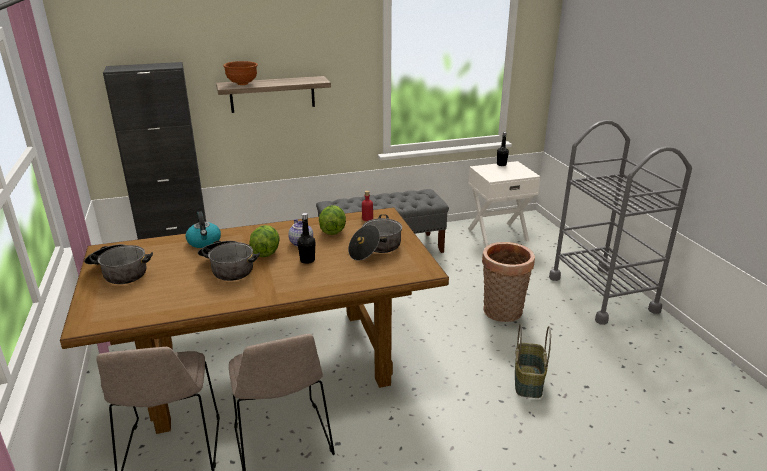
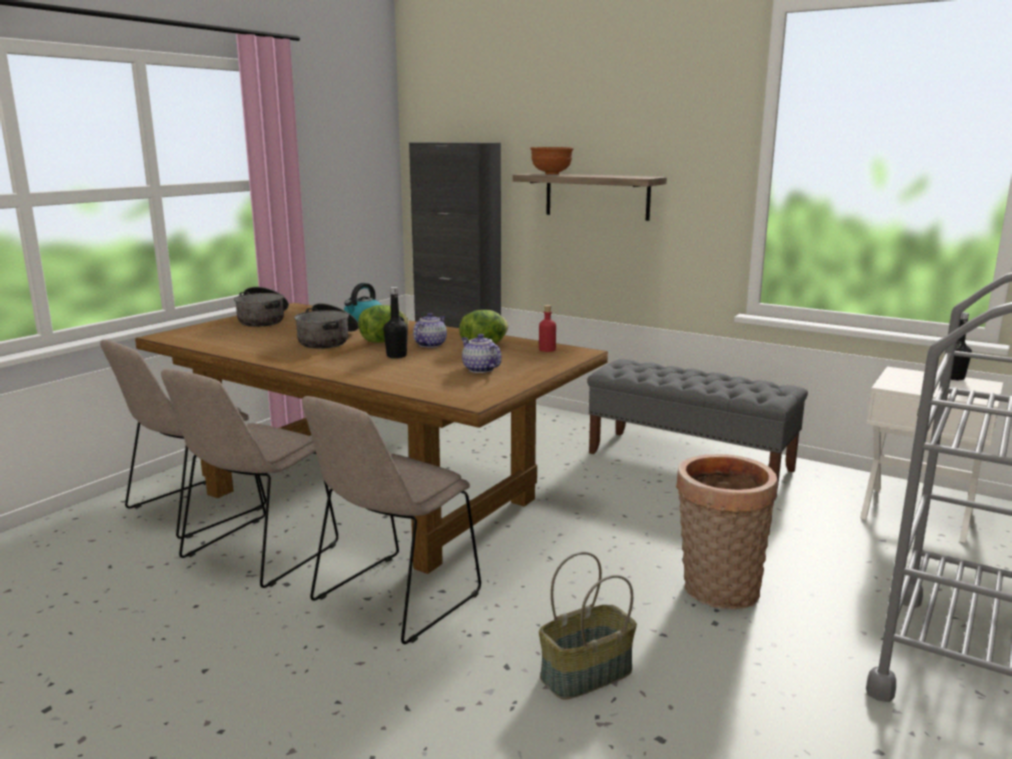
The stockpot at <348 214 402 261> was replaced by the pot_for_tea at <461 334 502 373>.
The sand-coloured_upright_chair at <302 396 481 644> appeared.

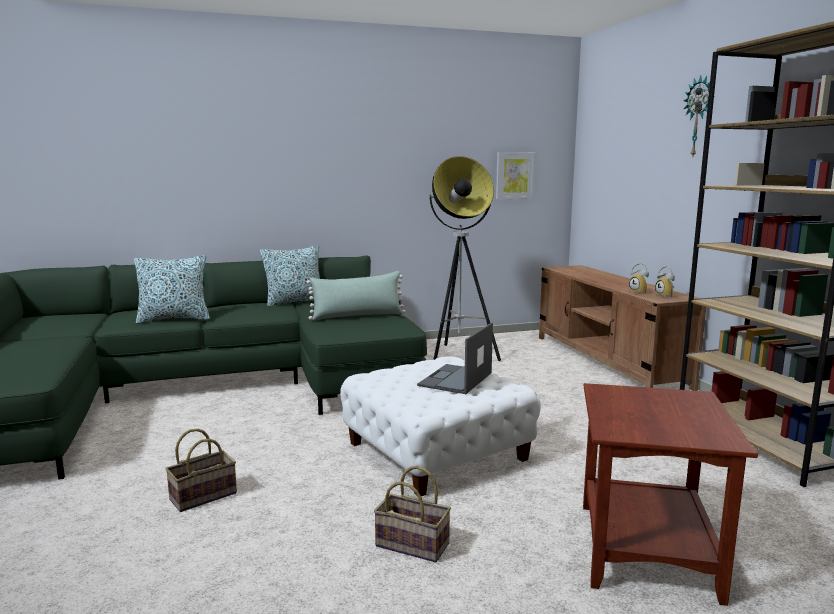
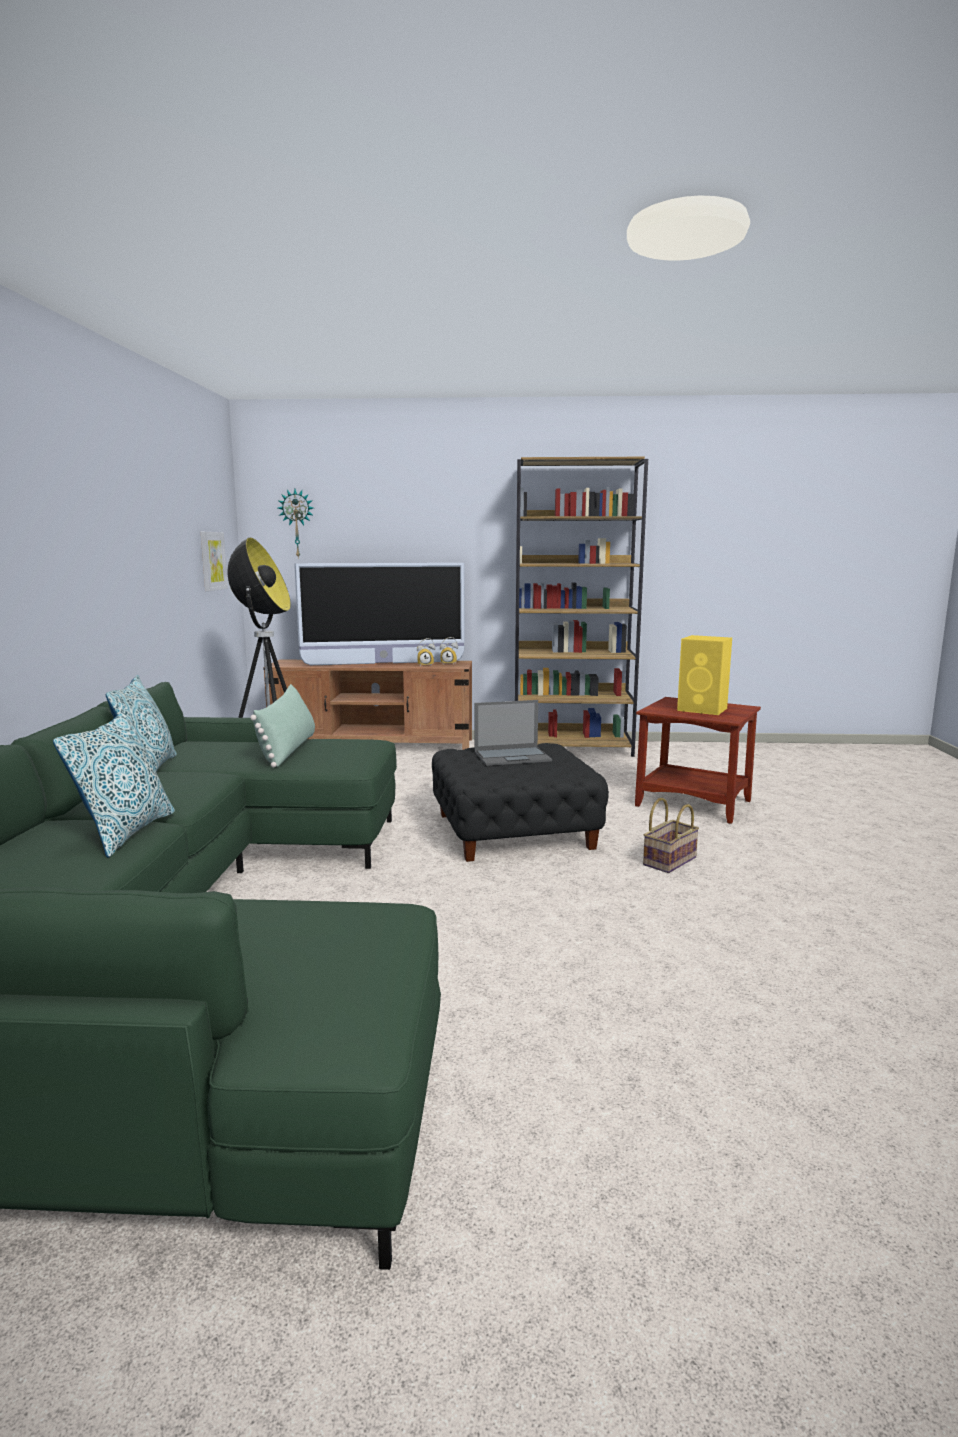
The wall_clock moved from <683 76 715 156> to <278 489 314 559>.
The notebook_computer at <417 323 493 394> turned 60 degrees counterclockwise.
The white-coloured_ottoman at <340 356 541 496> became the black-coloured_ottoman at <432 743 609 862>.
The basket at <165 428 237 512> disappeared.
The television at <294 563 465 665> appeared.
The yellowish_speaker at <677 635 732 715> appeared.

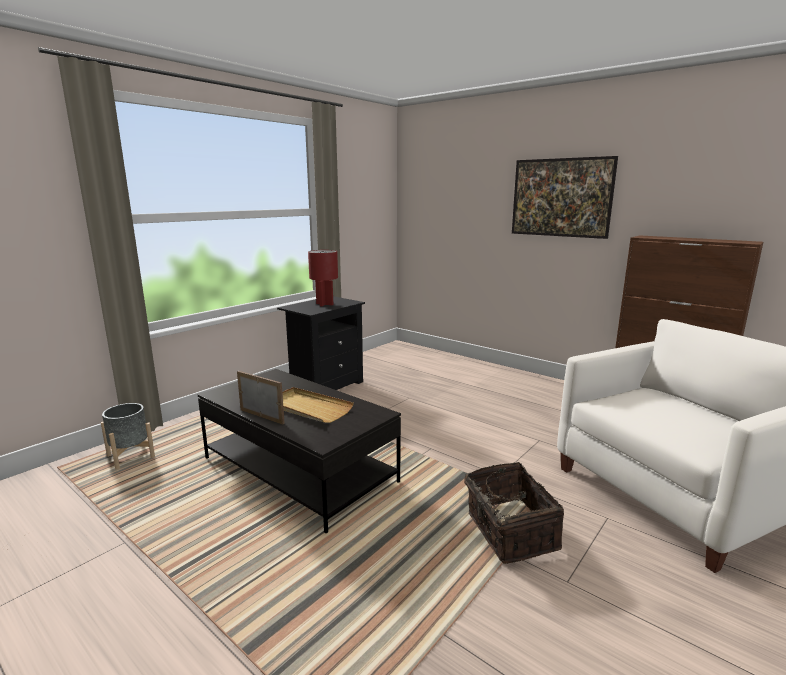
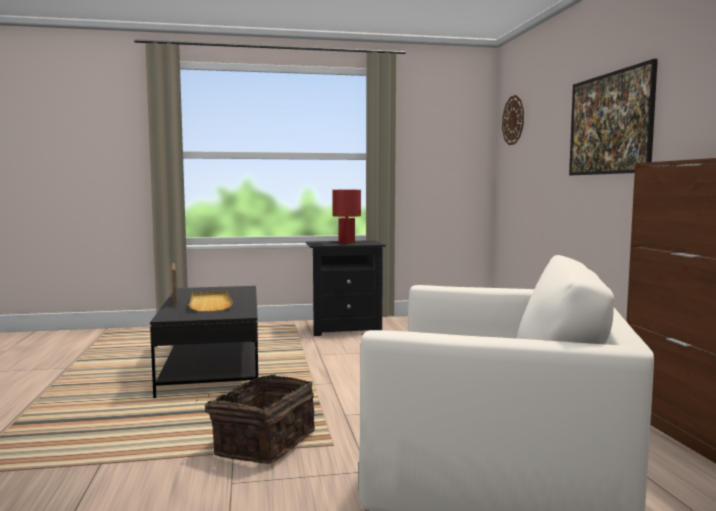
The grey_planter at <101 403 155 470> disappeared.
The wall_clock at <502 95 524 145> appeared.

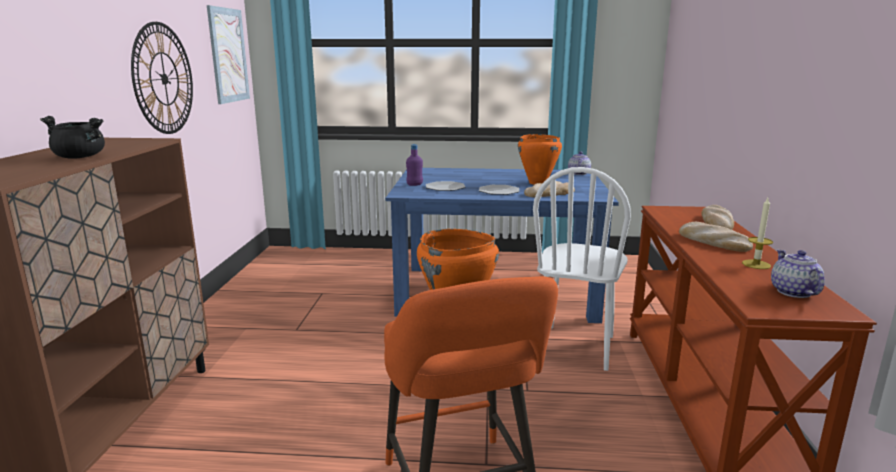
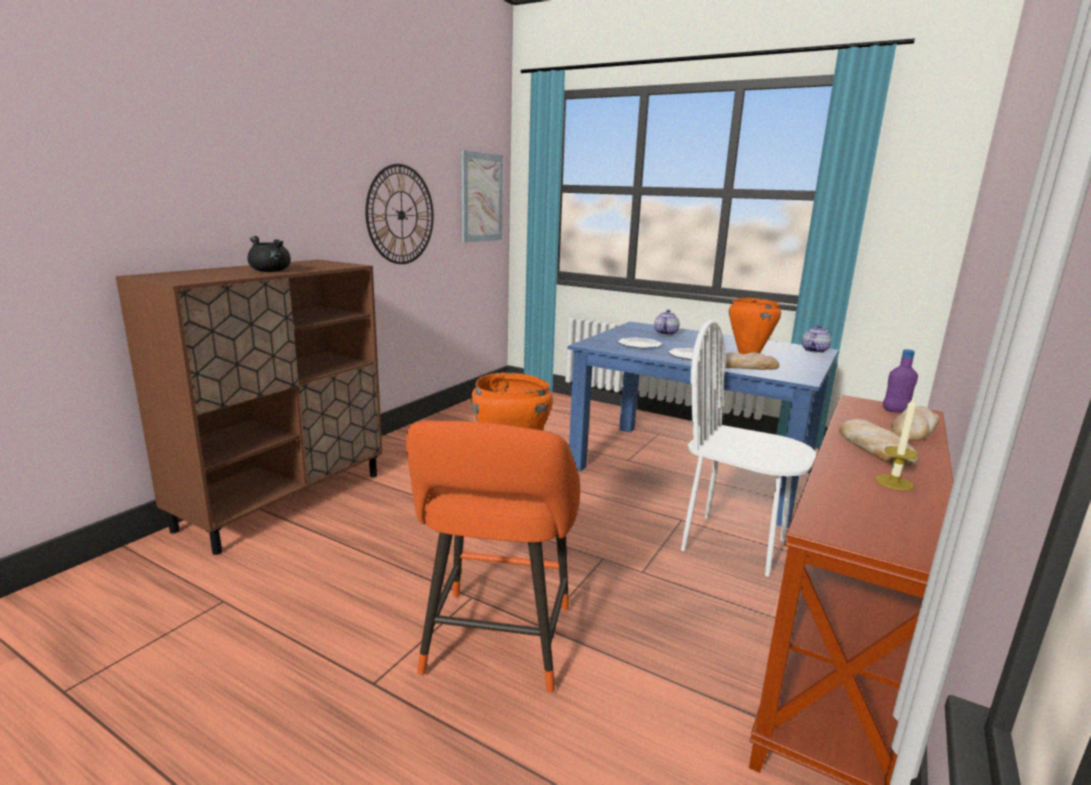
The purple-coloured_beverage_bottle moved from <406 144 423 186> to <883 349 918 413>.
The white-coloured_upright_chair at <533 167 631 371> turned 75 degrees clockwise.
The pot_for_tea moved from <771 250 825 298> to <654 310 679 335>.

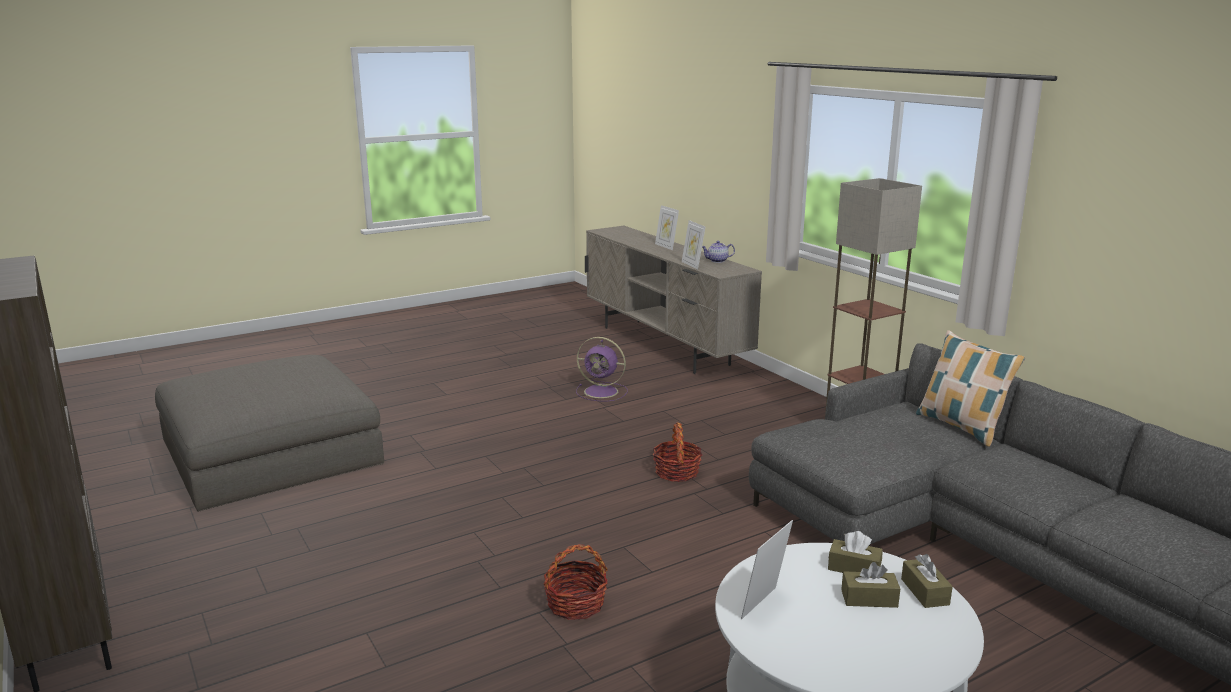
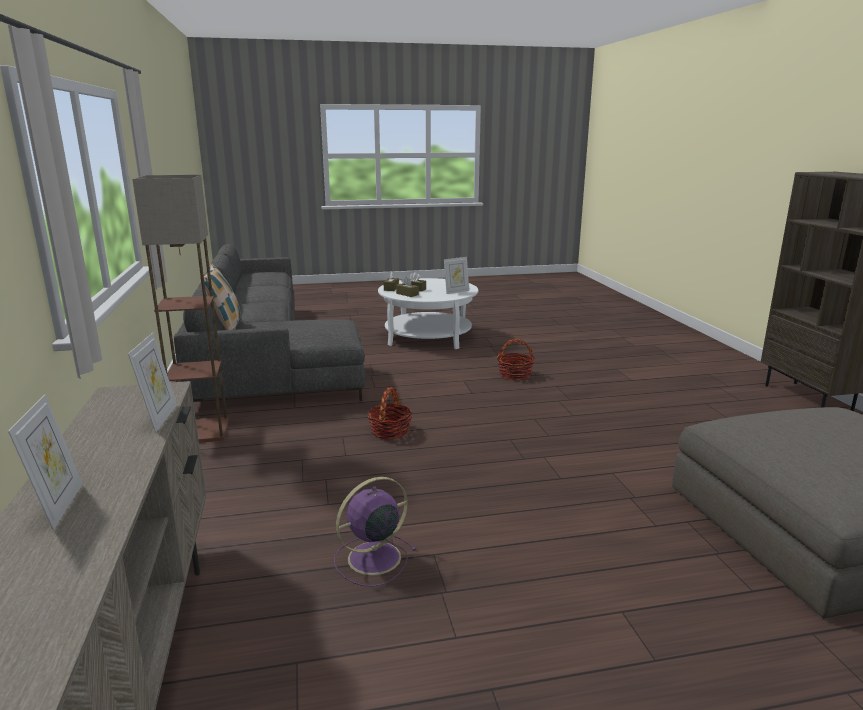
The pot_for_tea at <702 241 735 263> disappeared.
The purple-coloured_fan at <576 337 627 402> turned 75 degrees counterclockwise.

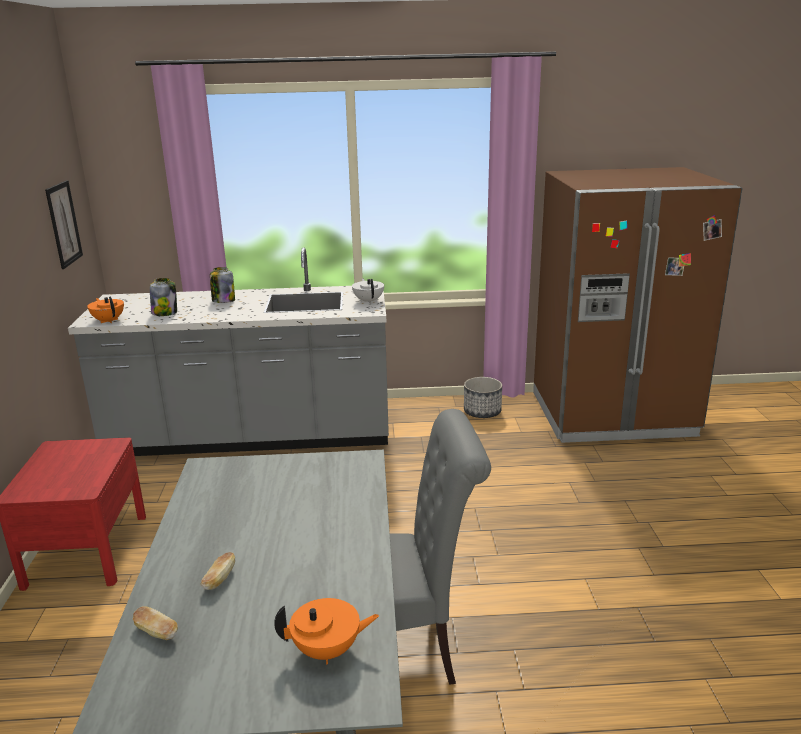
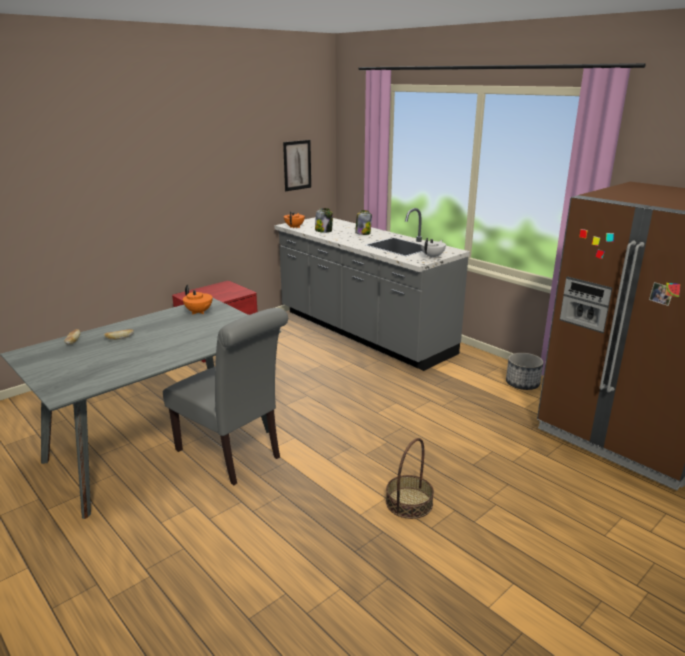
The orange_pot_for_tea moved from <274 598 379 664> to <183 285 213 314>.
The basket at <386 438 434 519> appeared.

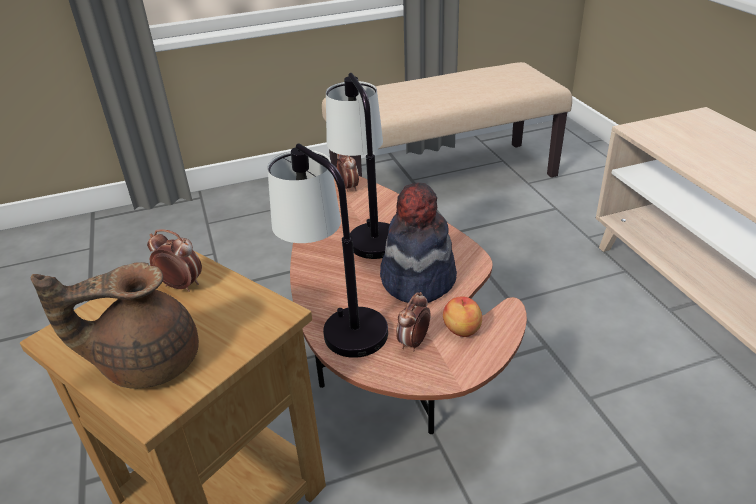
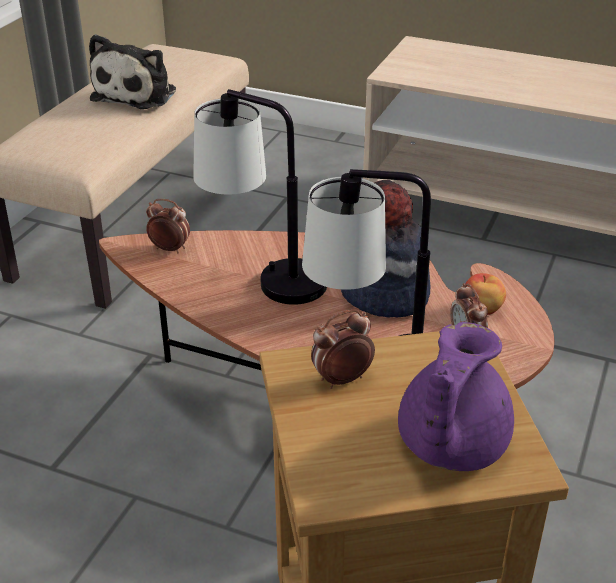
The brownish_pot_for_tea at <31 262 199 389> became the purple-coloured_pot_for_tea at <398 322 514 471>.
The soft_toy at <89 34 176 109> appeared.

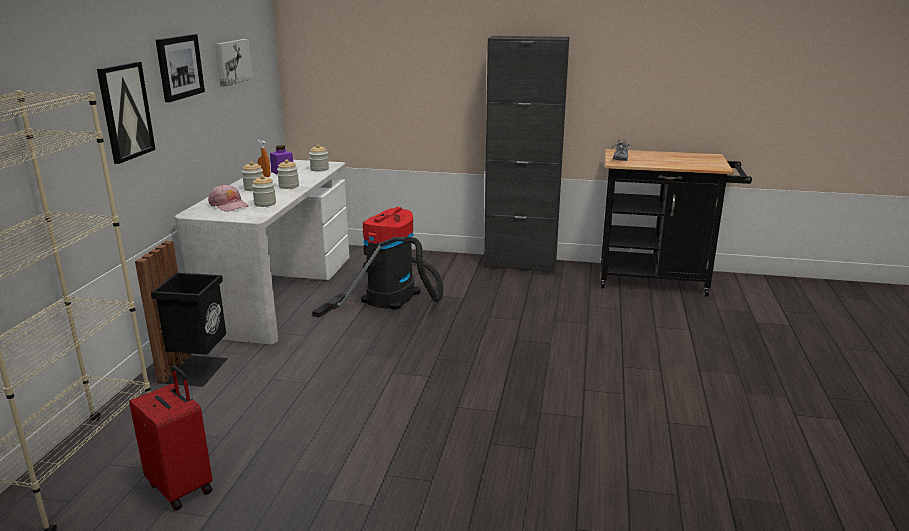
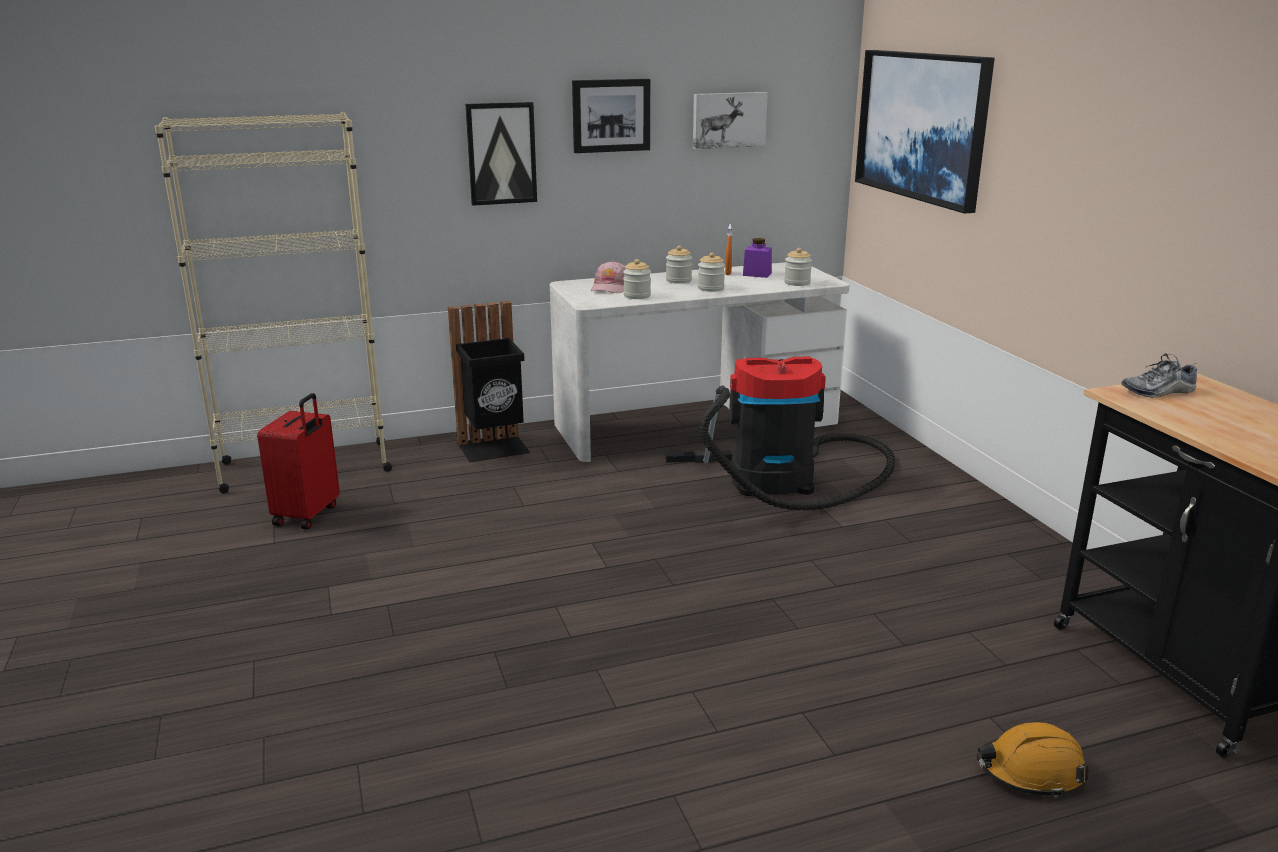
The black-coloured_cabinet at <484 36 569 273> disappeared.
The wall_art at <855 50 995 214> appeared.
The orange_safety_helmet at <977 722 1089 798> appeared.

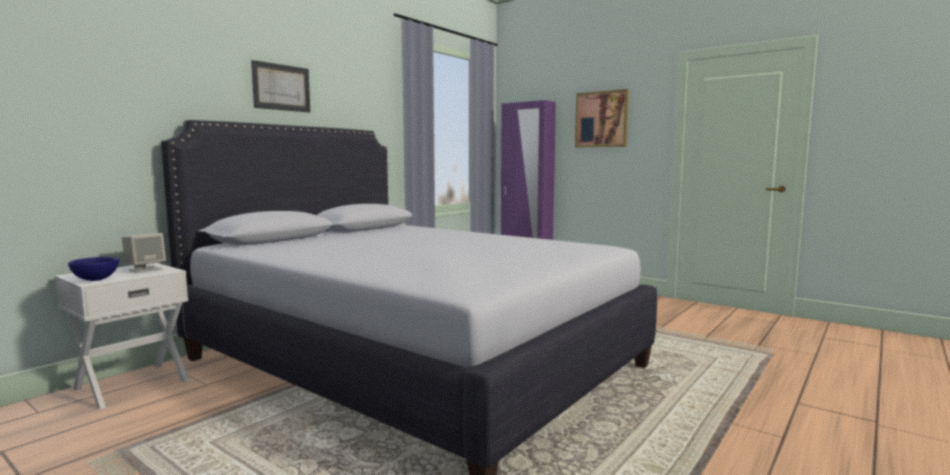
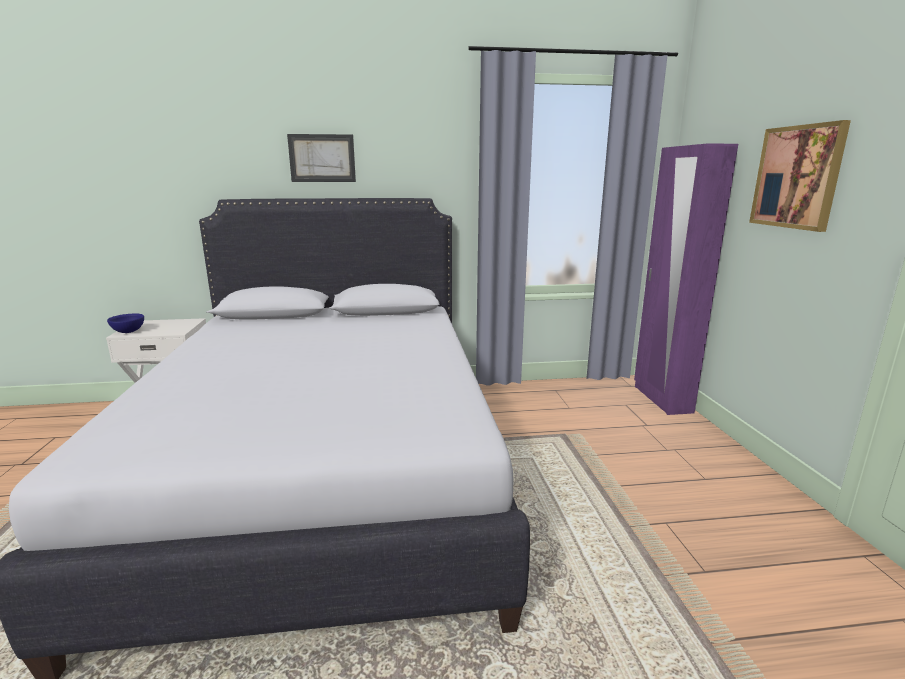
The sand-coloured_speaker at <122 233 166 273> disappeared.

